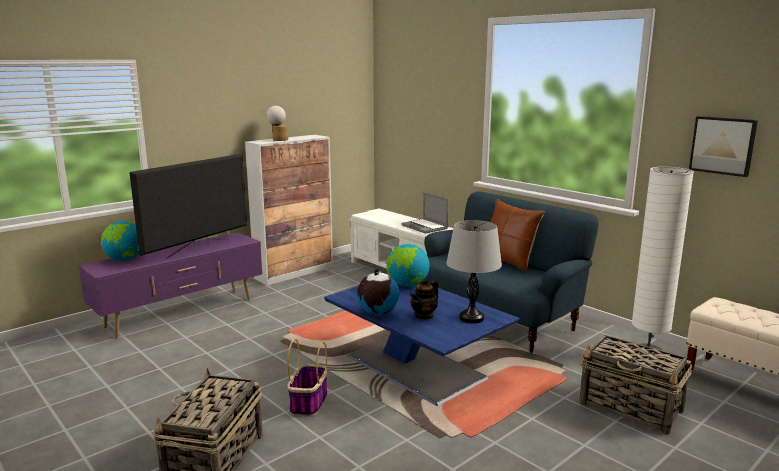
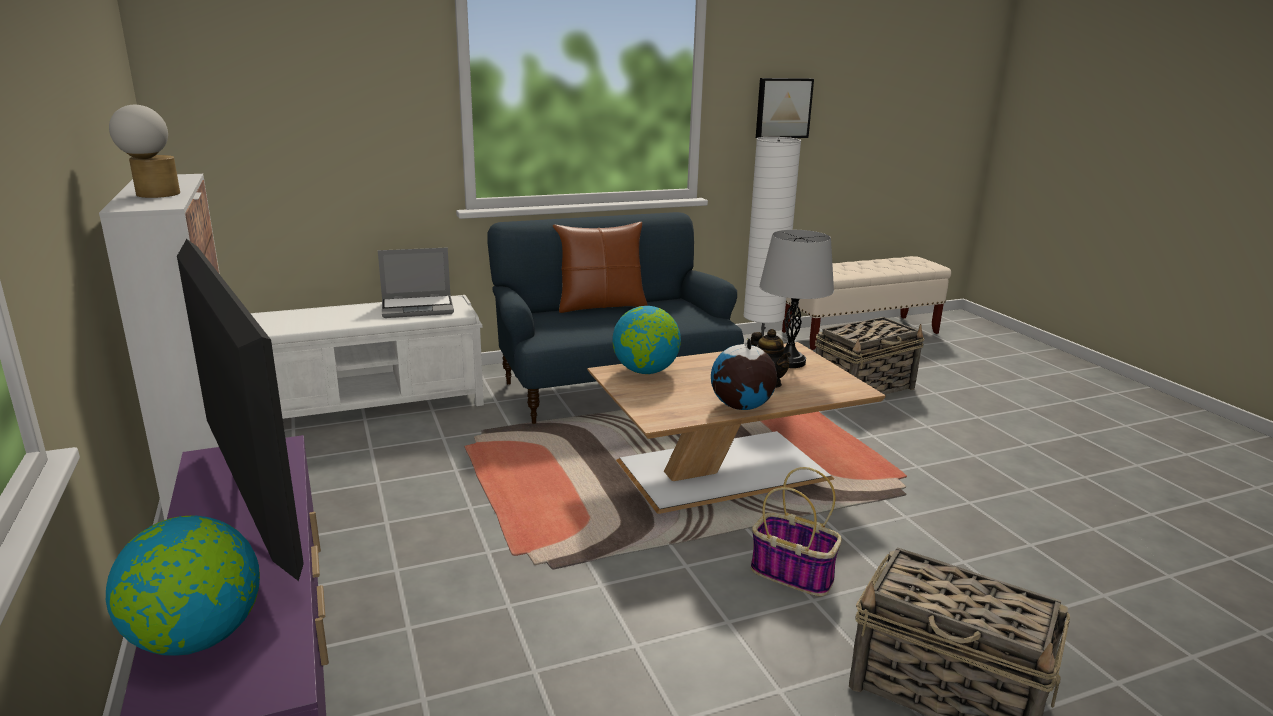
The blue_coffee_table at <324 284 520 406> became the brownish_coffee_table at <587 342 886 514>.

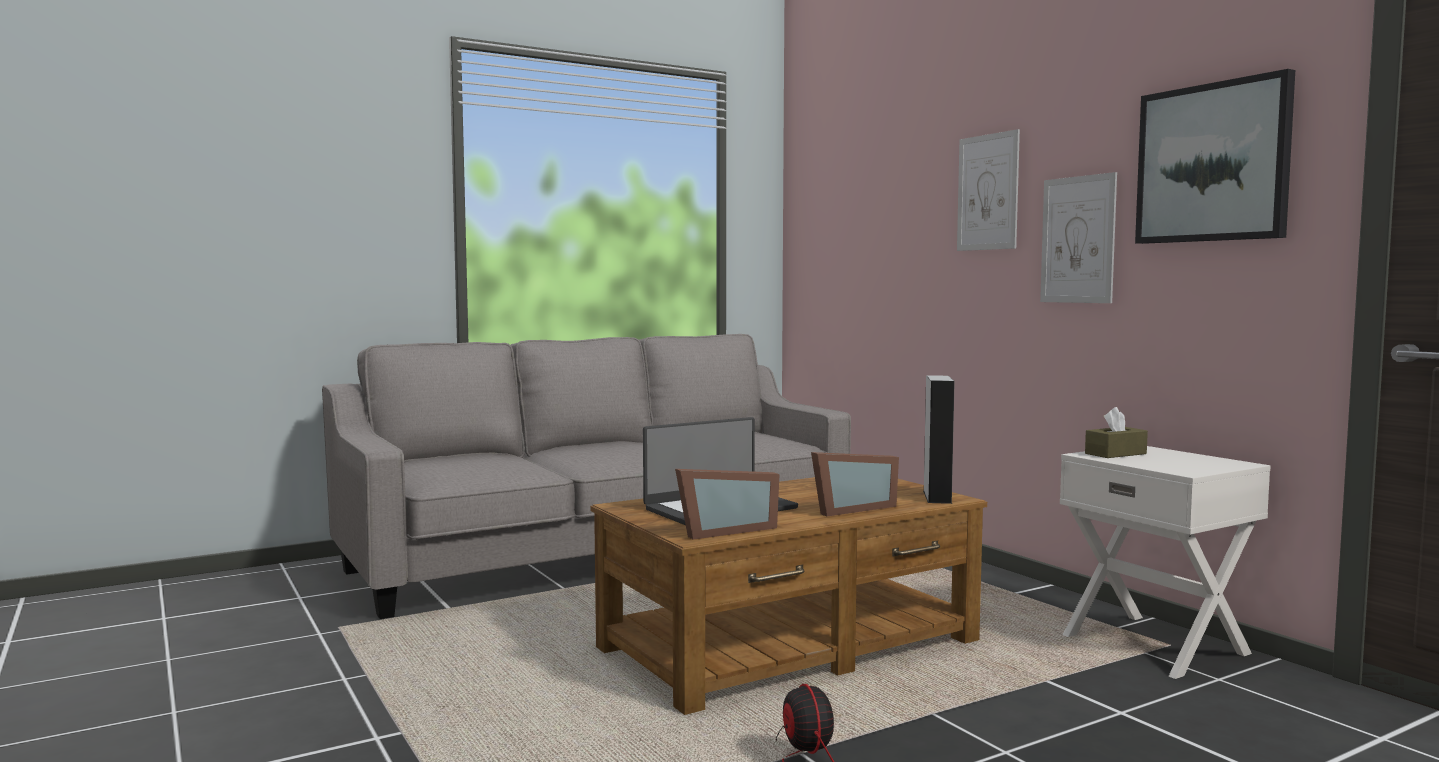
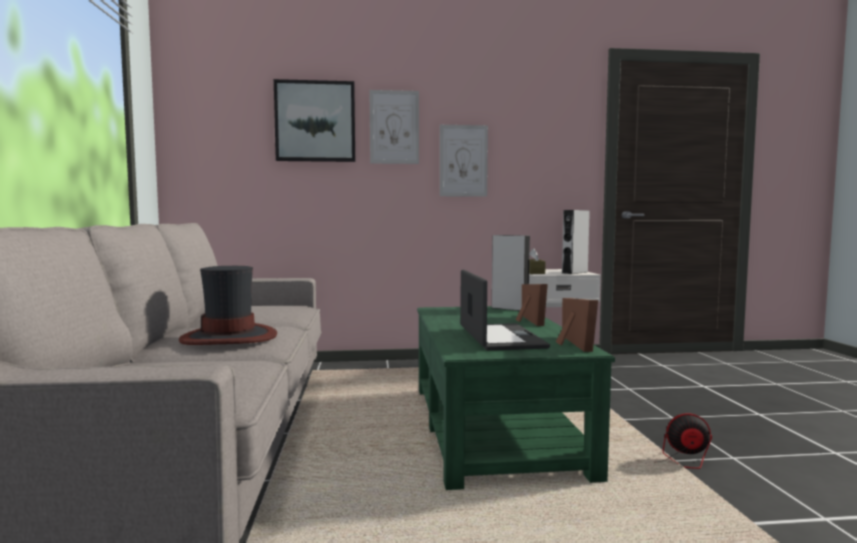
The wall_art moved from <1135 69 1295 244> to <274 79 355 162>.
The brownish_coffee_table at <591 477 987 715> became the greenish_coffee_table at <417 306 615 490>.
The grey_speaker at <562 210 590 274> appeared.
The clothing_hat at <179 266 277 345> appeared.

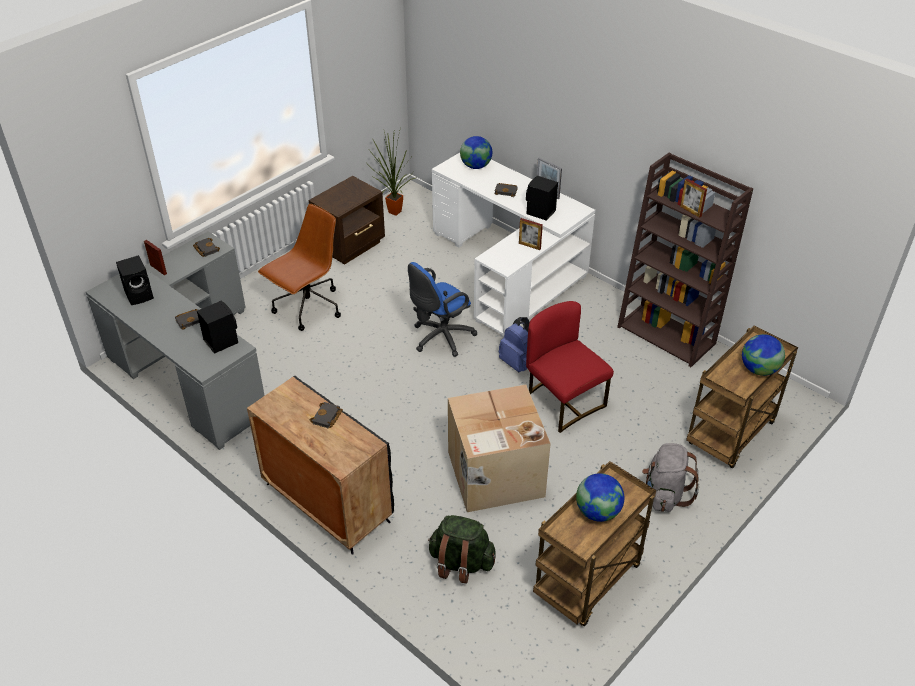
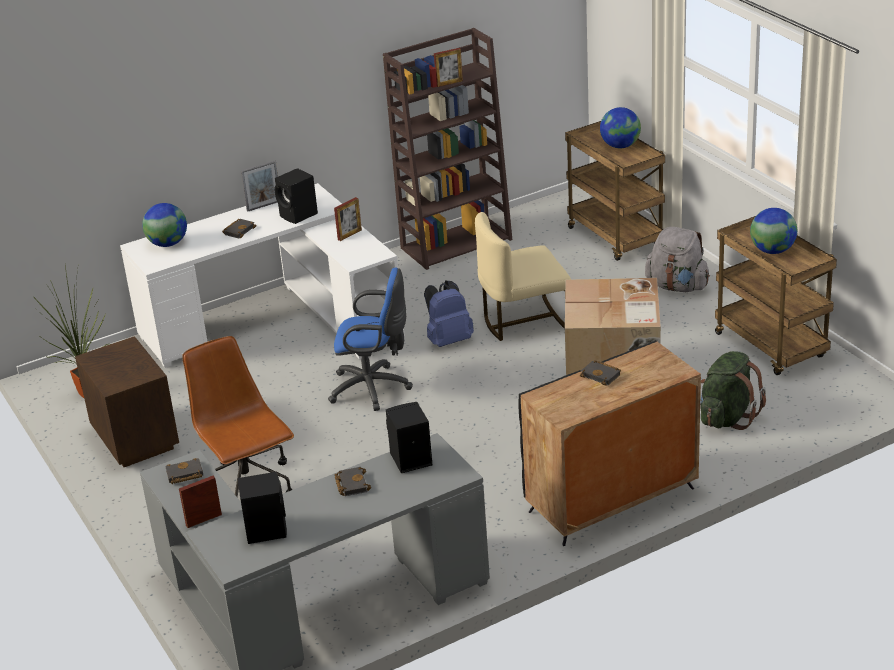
The blue_computer_chair at <408 262 477 357> turned 60 degrees counterclockwise.
The reddish_upright_chair at <526 301 614 433> became the sand-coloured_upright_chair at <475 212 571 341>.

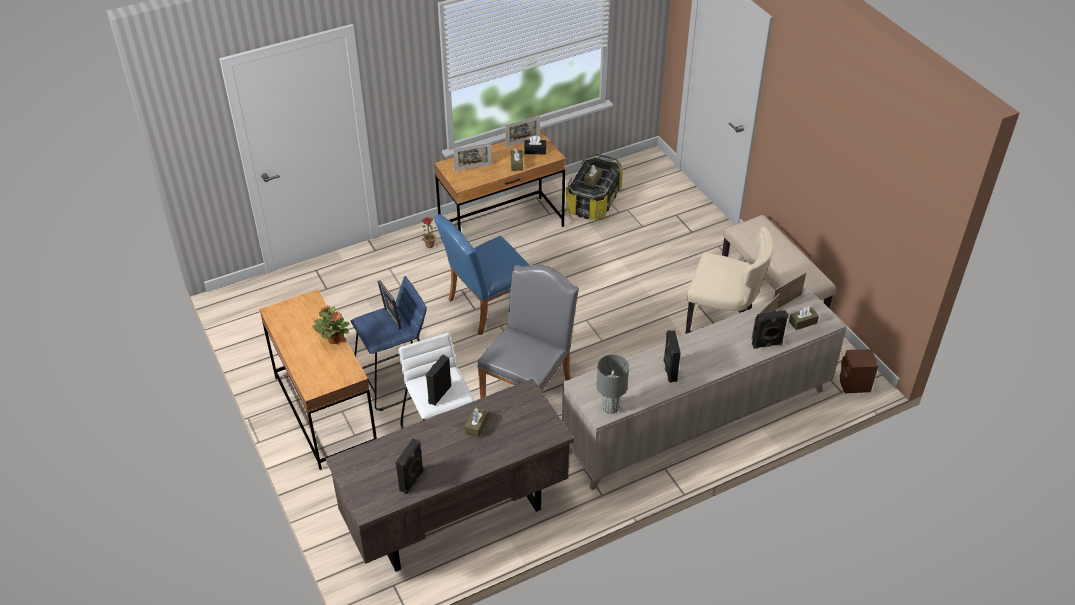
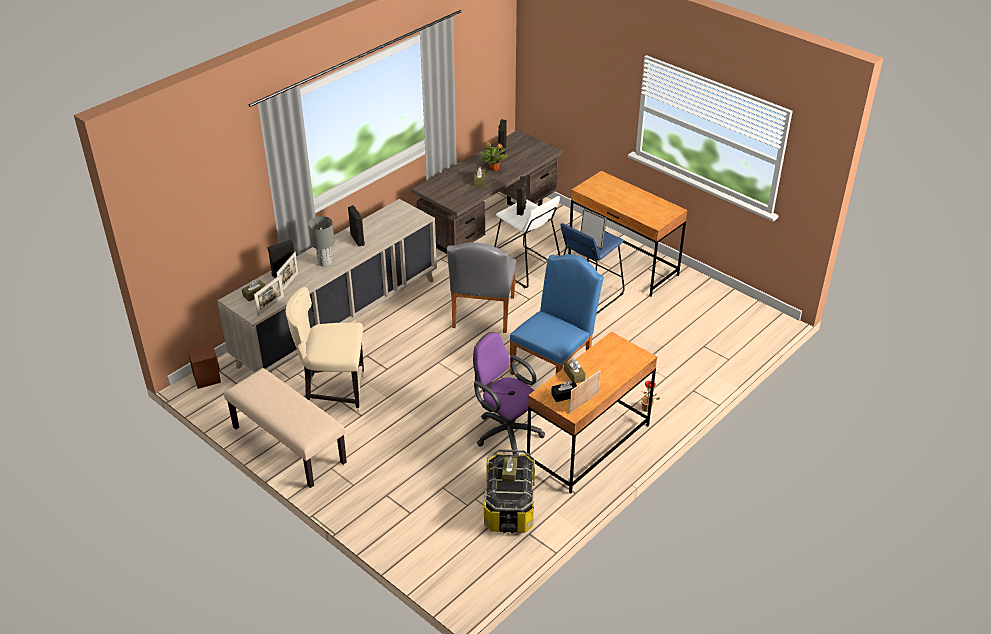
The picture_frame at <453 143 492 171> disappeared.
The plant_in_a_pot moved from <312 306 350 344> to <481 141 509 171>.
The grey_table_lamp moved from <597 355 629 414> to <308 216 335 266>.
The purple-coloured_computer_chair at <473 332 545 455> appeared.

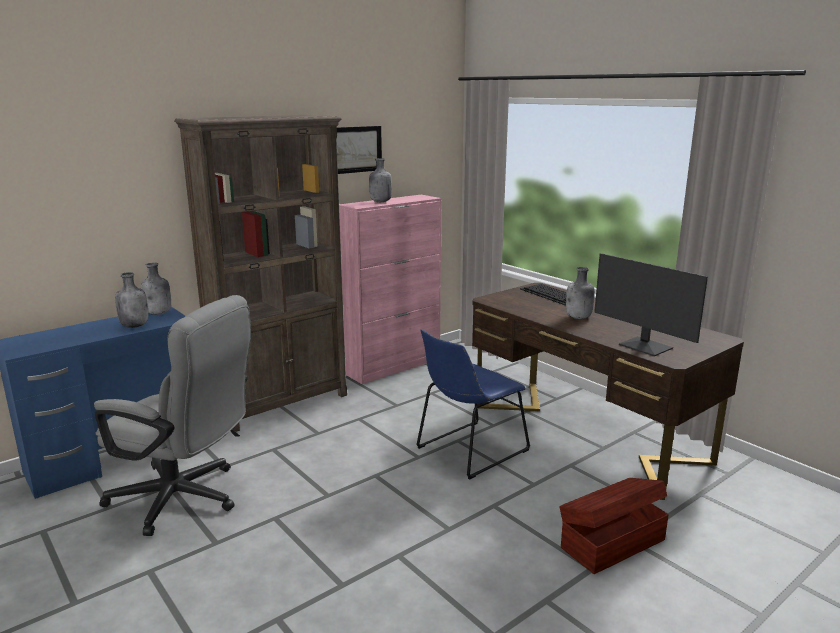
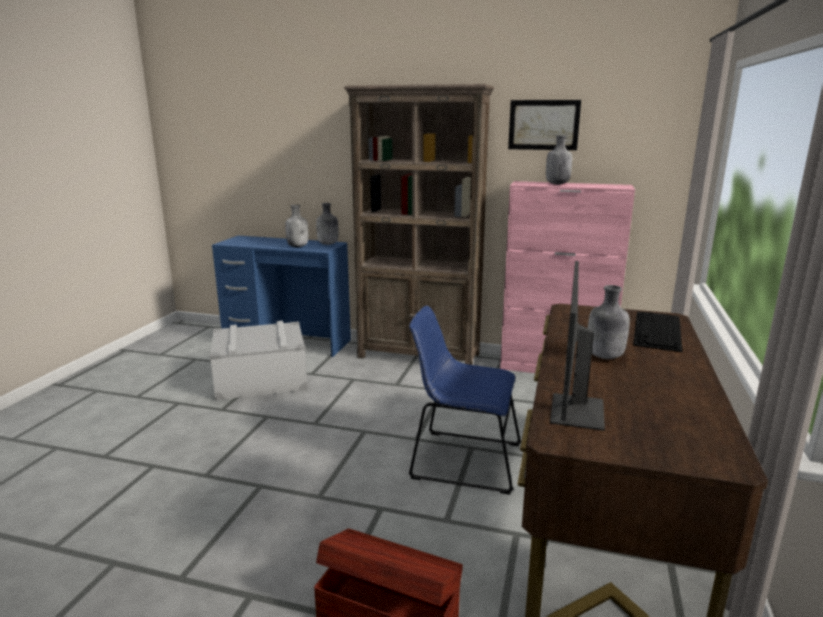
The grey_computer_chair at <94 295 251 536> was replaced by the grey_storage_bin at <210 321 308 401>.

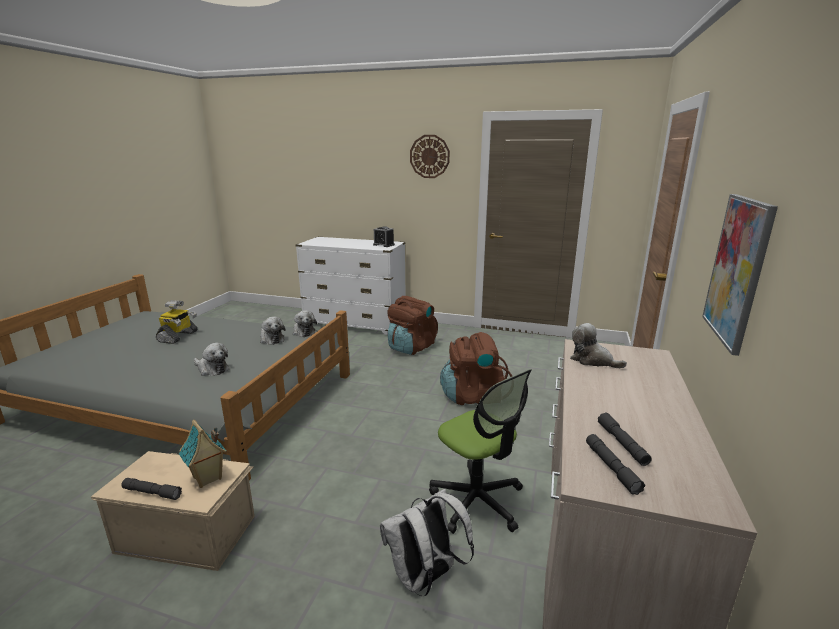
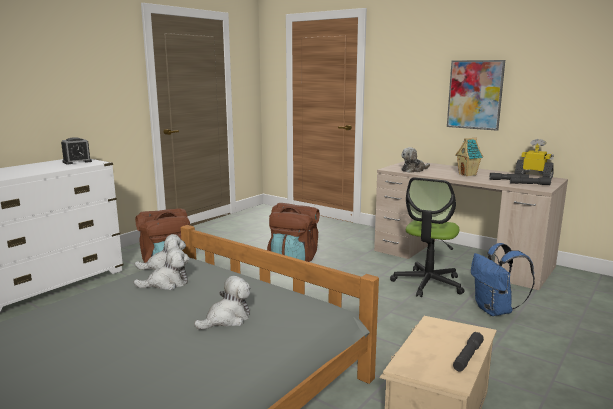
The wall_clock at <410 135 450 178> disappeared.
The toy_robot moved from <156 300 198 344> to <515 139 554 179>.
The computer_chair at <429 369 531 534> turned 135 degrees clockwise.
The model_house moved from <179 420 227 488> to <455 138 483 176>.
The white-coloured_knapsack at <380 489 474 596> became the blue_knapsack at <471 243 535 316>.

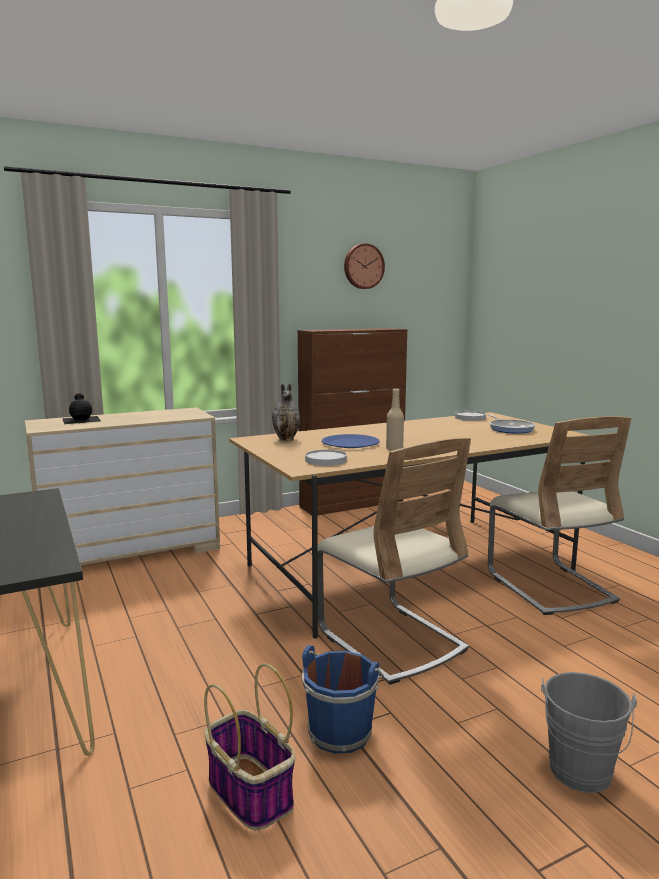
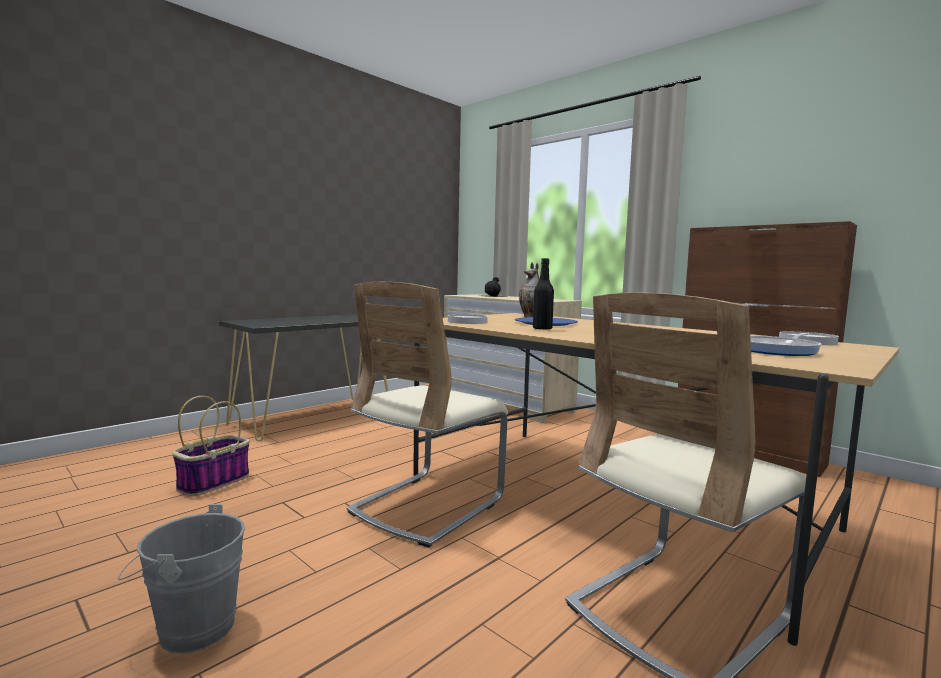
The wall_clock at <344 244 385 289> disappeared.
The sand-coloured_beverage_bottle at <386 388 404 451> became the black-coloured_beverage_bottle at <533 258 554 330>.
The blue_water_bucket at <302 645 384 754> disappeared.

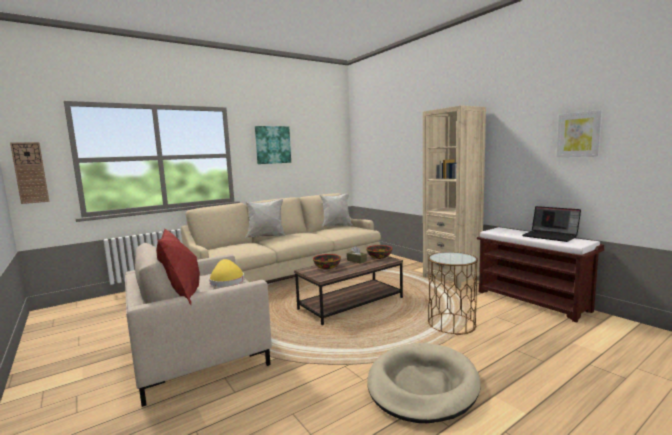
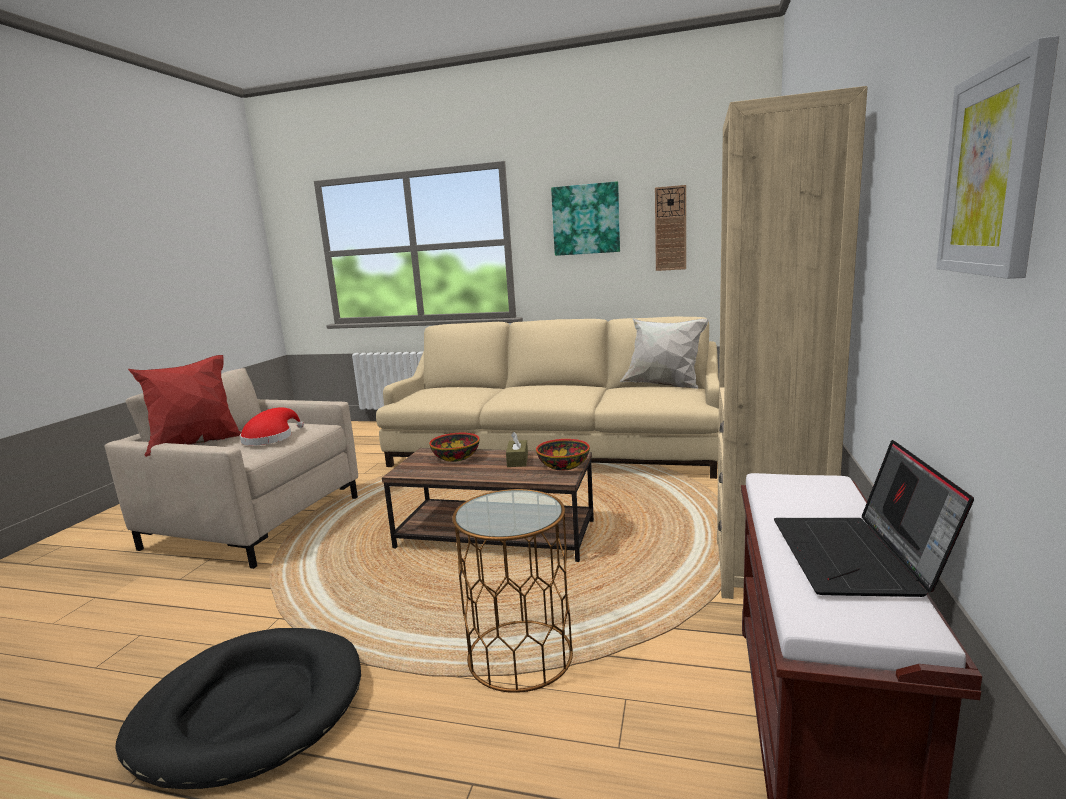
The wall_clock moved from <10 142 49 204> to <655 185 686 271>.
The white-coloured_cushion at <245 199 285 238> disappeared.
The yellowish_clothing_hat at <209 259 244 287> became the reddish_clothing_hat at <240 407 304 446>.
The sand-coloured_pet_bed at <367 343 481 423> became the black-coloured_pet_bed at <115 628 361 789>.

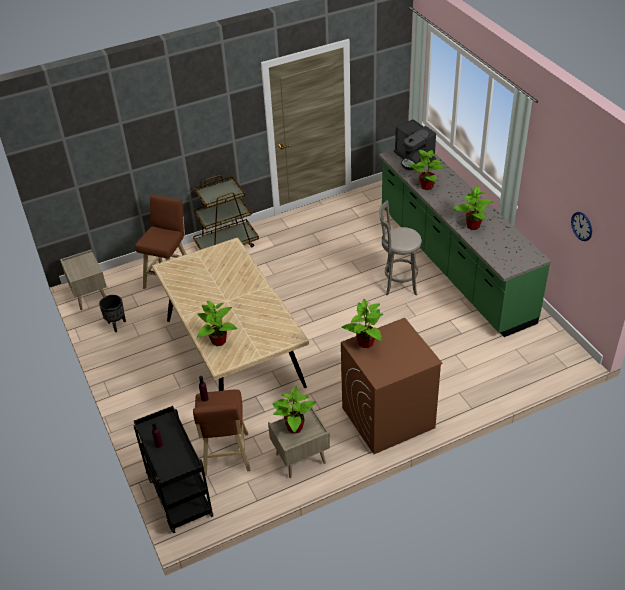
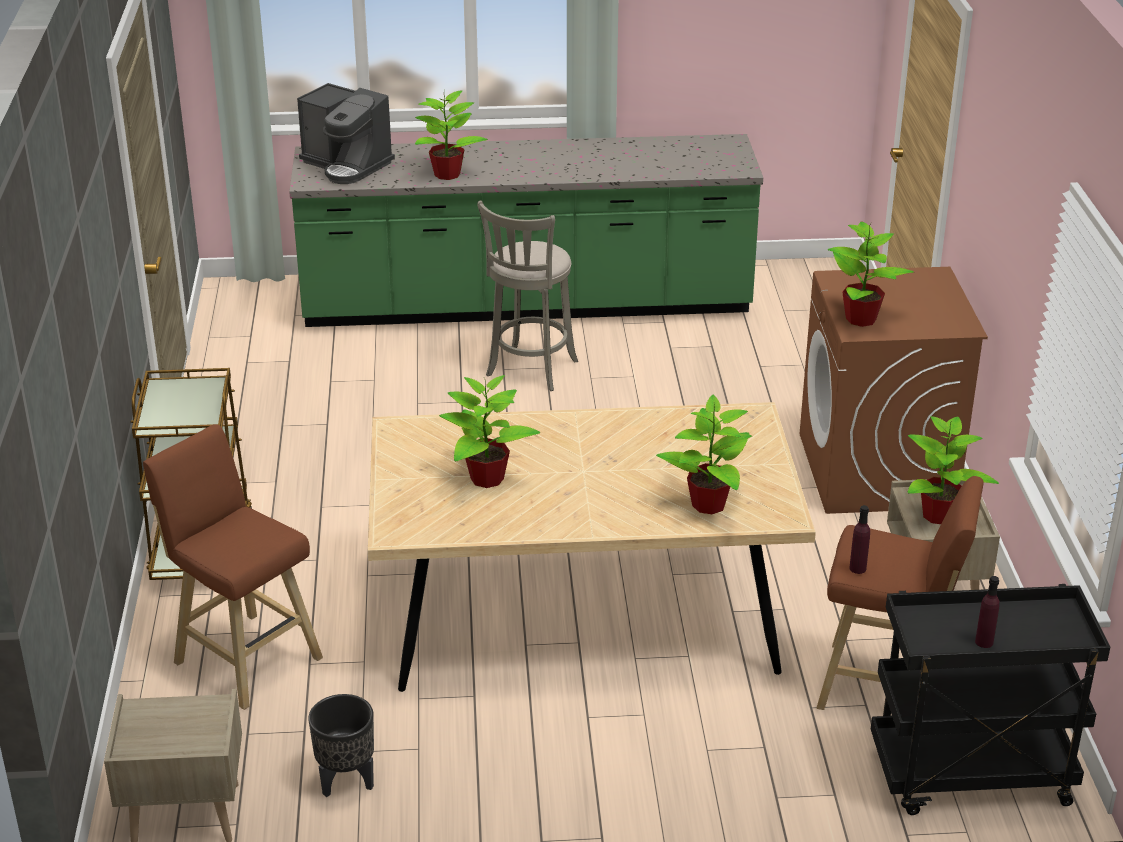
The coffee_maker at <394 119 436 171> turned 45 degrees clockwise.
The plant_in_a_pot moved from <453 185 493 230> to <439 375 540 488>.
The wall_clock at <571 212 592 241> disappeared.

